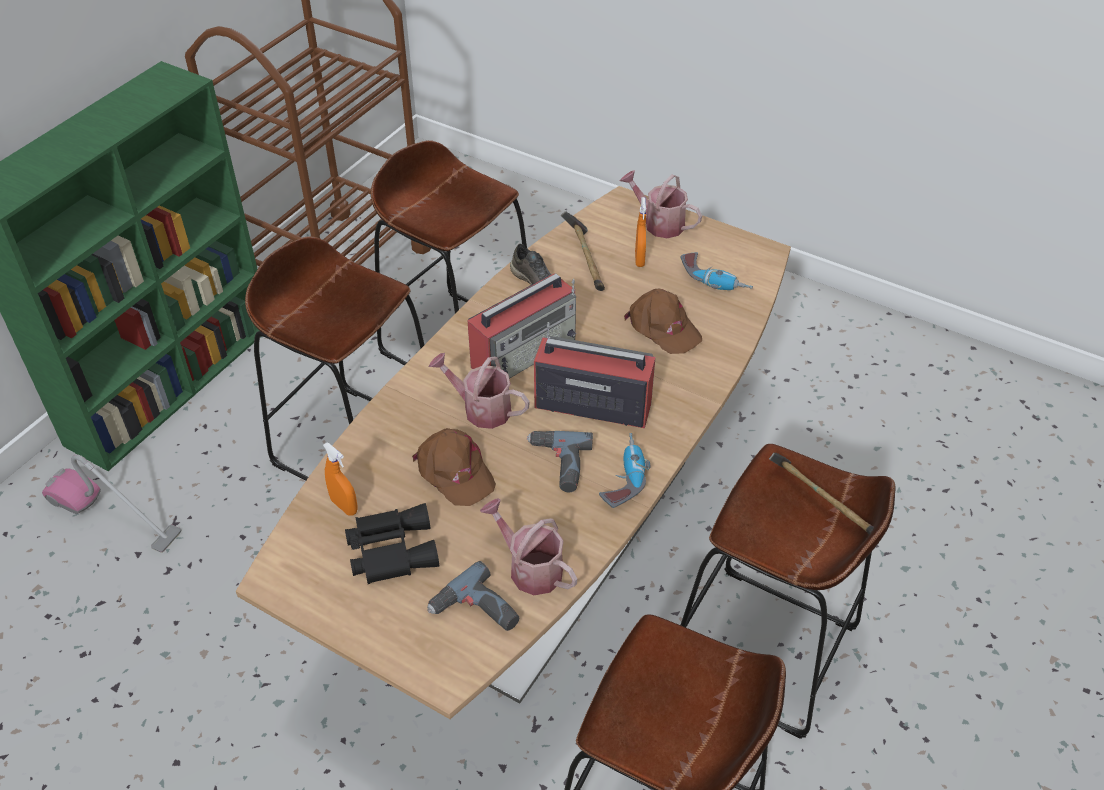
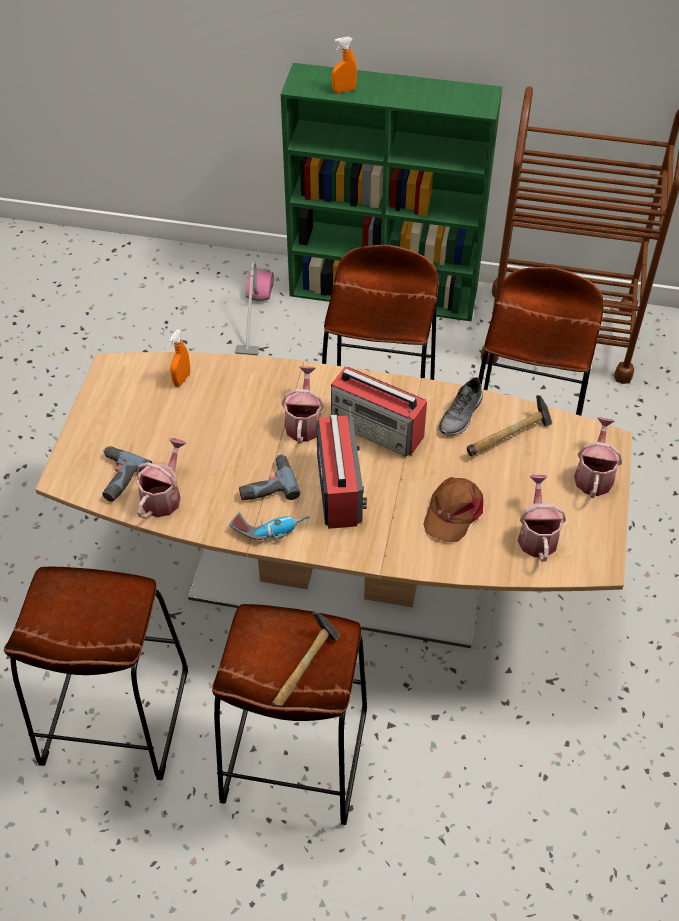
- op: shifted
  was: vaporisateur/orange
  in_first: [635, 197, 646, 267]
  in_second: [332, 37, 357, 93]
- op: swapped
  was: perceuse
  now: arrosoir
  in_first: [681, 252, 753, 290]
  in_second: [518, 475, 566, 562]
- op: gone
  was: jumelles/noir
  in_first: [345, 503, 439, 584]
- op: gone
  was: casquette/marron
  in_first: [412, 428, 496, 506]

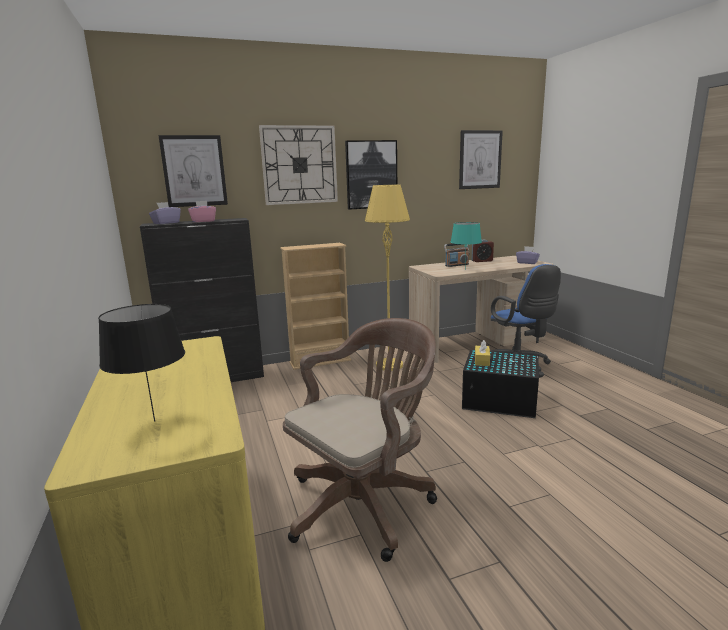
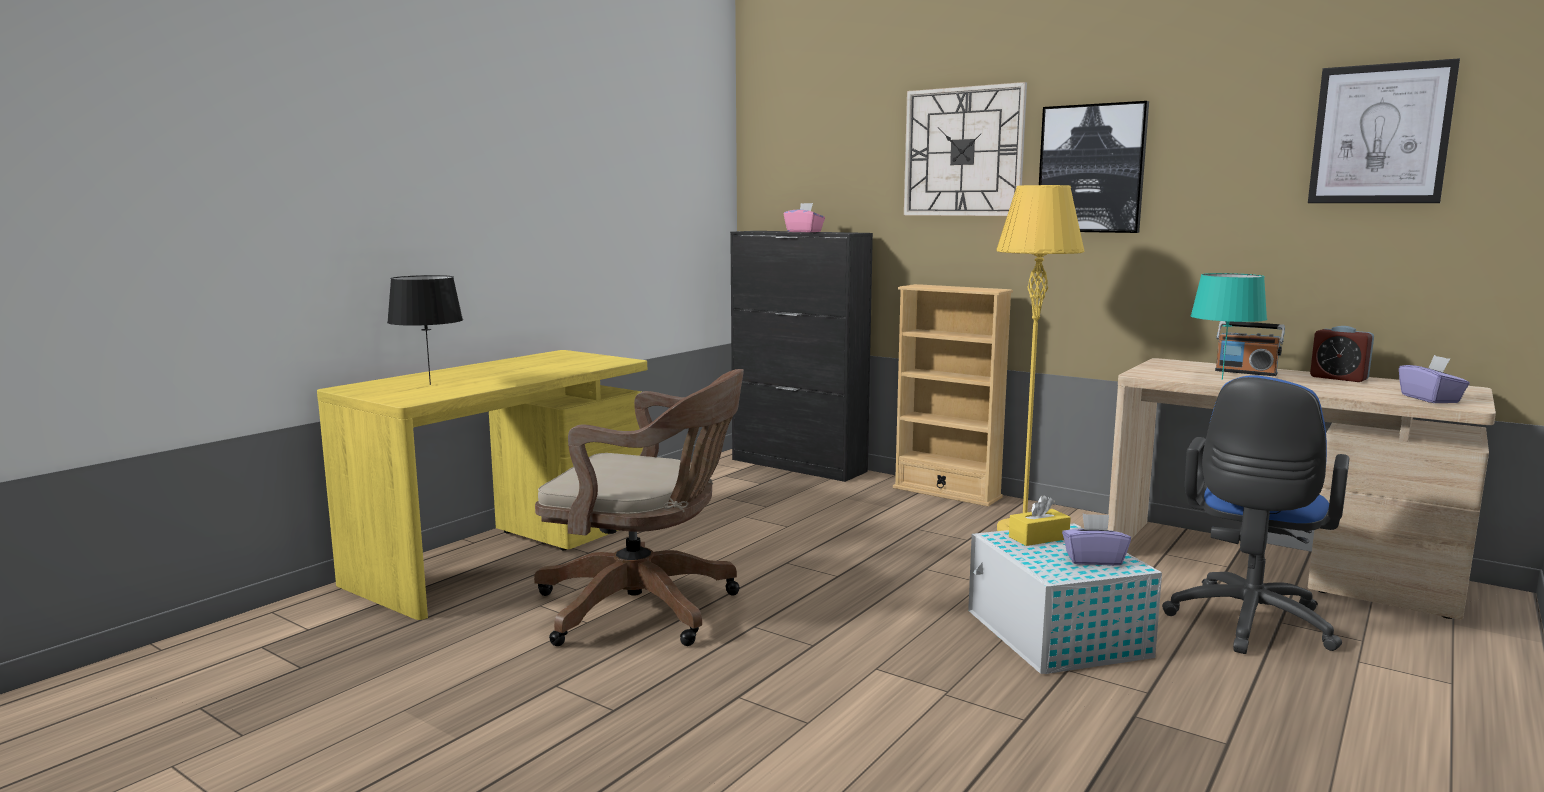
- op: repainted
  was: boîte de rangement/noir
  now: boîte de rangement/blanc
  in_first: [462, 350, 539, 418]
  in_second: [968, 523, 1162, 674]
- op: shifted
  was: boîte à mouchoirs/violet
  in_first: [149, 202, 181, 224]
  in_second: [1062, 514, 1131, 566]
- op: gone
  was: tableau
  in_first: [158, 135, 228, 207]

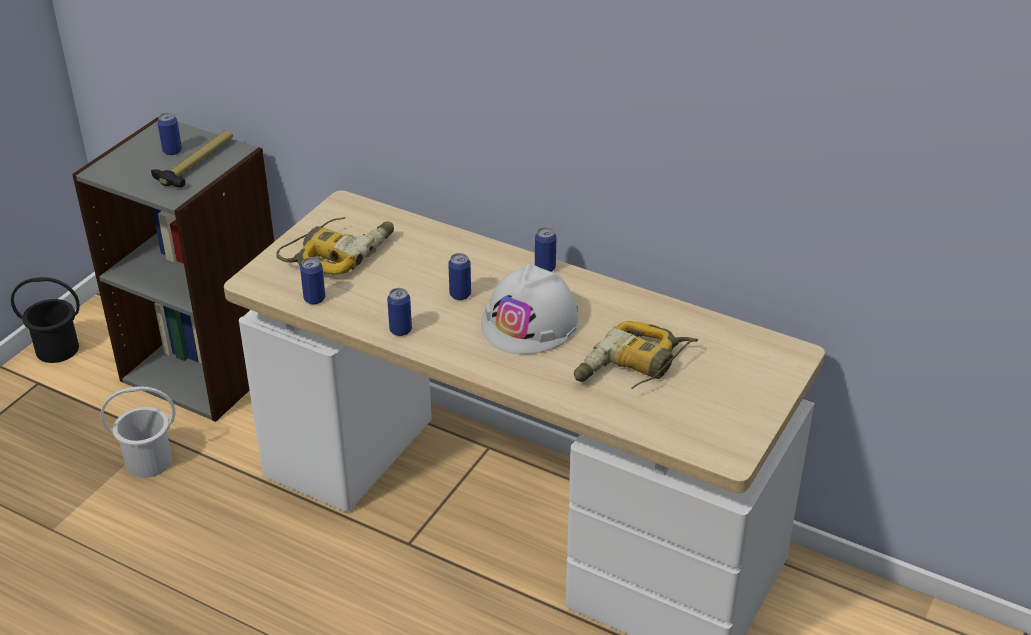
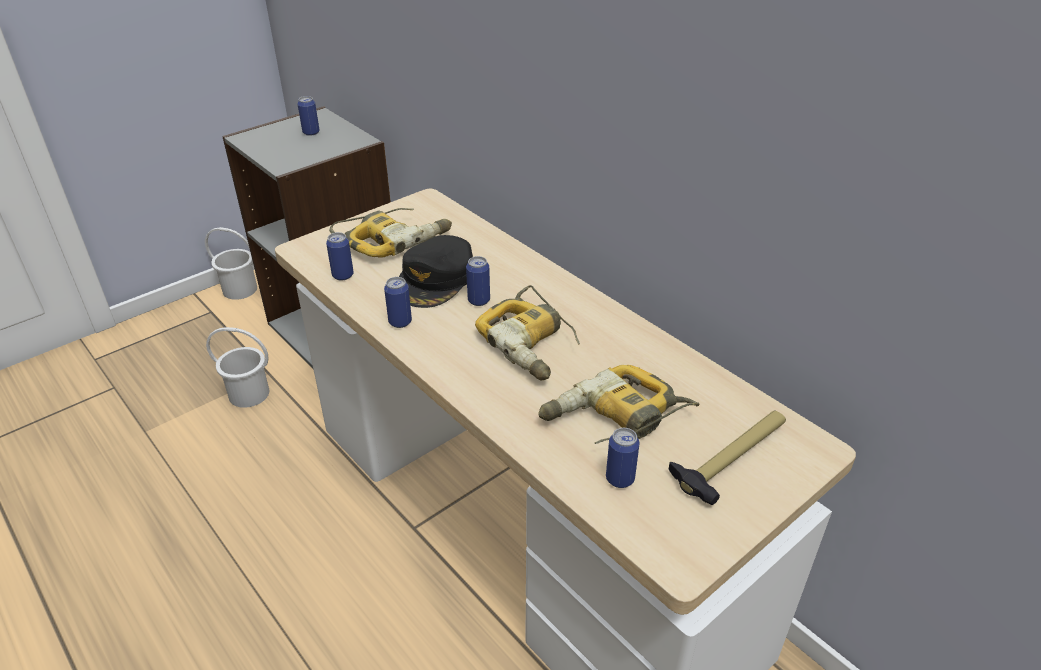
- op: repainted
  was: seau/noir
  now: seau/blanc
  in_first: [11, 277, 80, 363]
  in_second: [205, 227, 257, 300]
- op: new
  now: casquette/noir
  in_second: [399, 235, 473, 308]
- op: swapped
  was: casque de chantier/blanc
  now: perceuse
  in_first: [481, 264, 579, 354]
  in_second: [475, 285, 580, 380]
- op: shifted
  was: boîte métallique
  in_first: [535, 227, 556, 272]
  in_second: [606, 428, 640, 488]
- op: shifted
  was: marteau
  in_first: [151, 131, 233, 187]
  in_second: [669, 410, 786, 505]

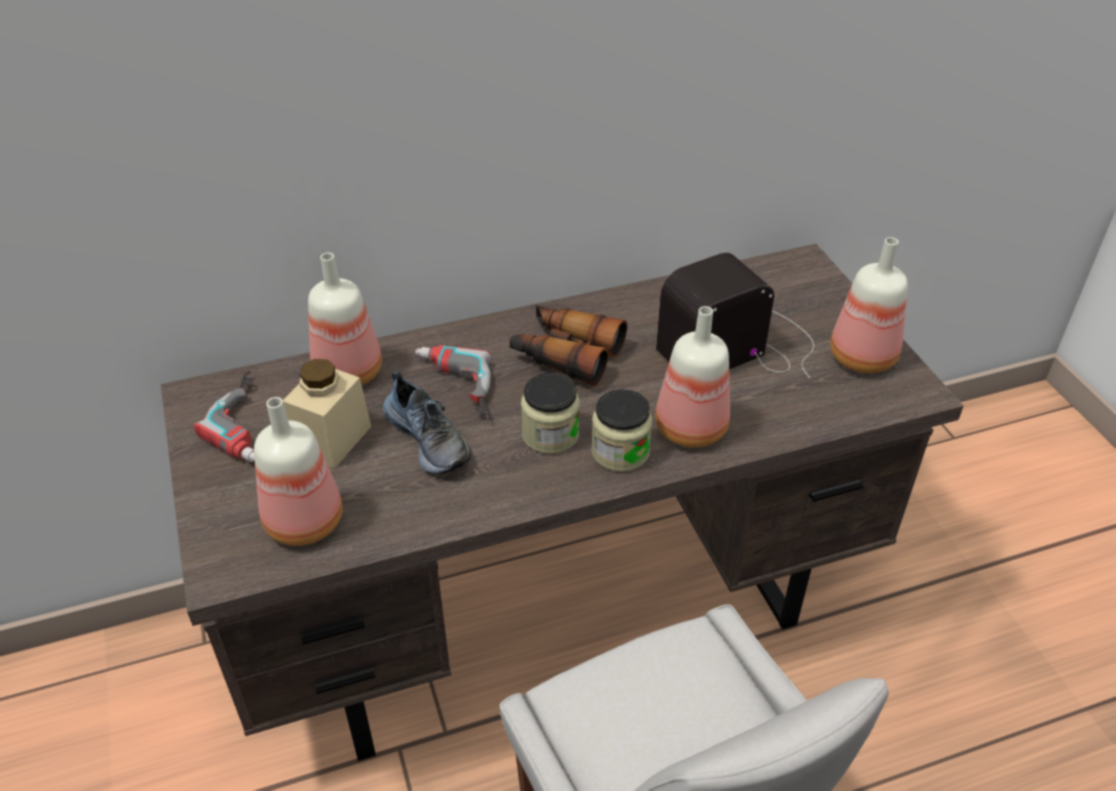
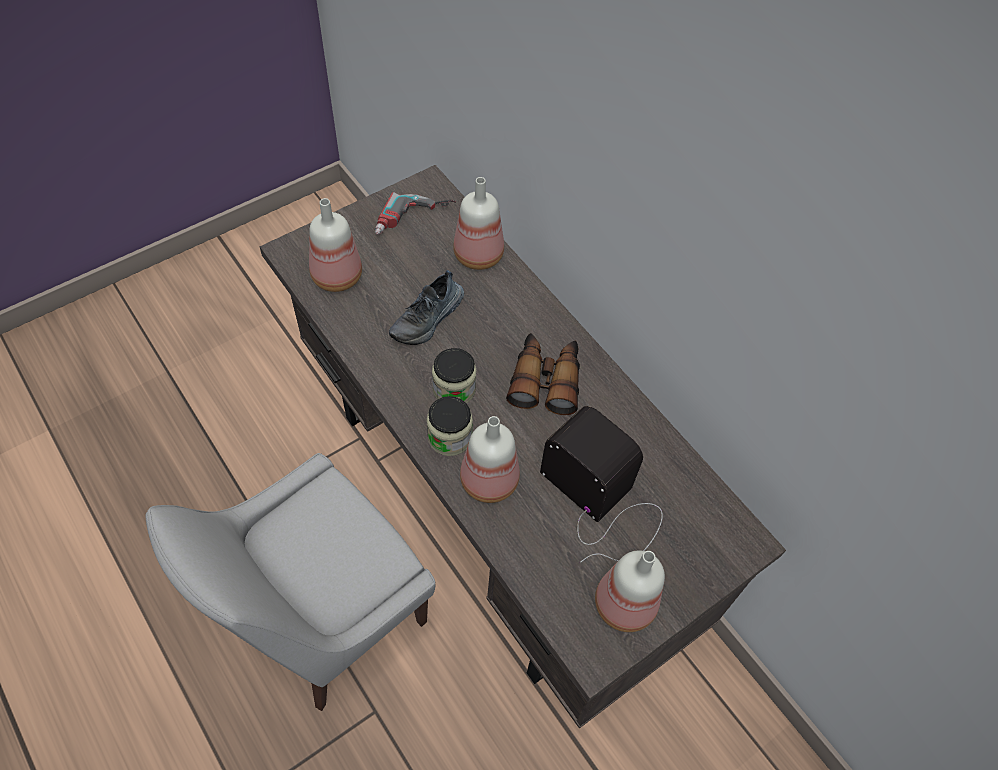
- op: gone
  was: bocal/beige
  in_first: [283, 359, 371, 469]
- op: gone
  was: perceuse
  in_first: [415, 345, 492, 421]

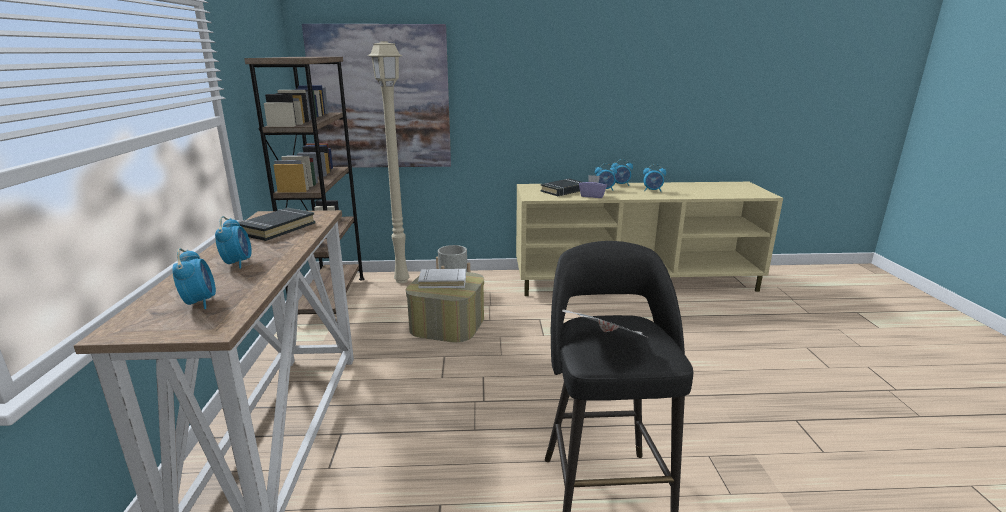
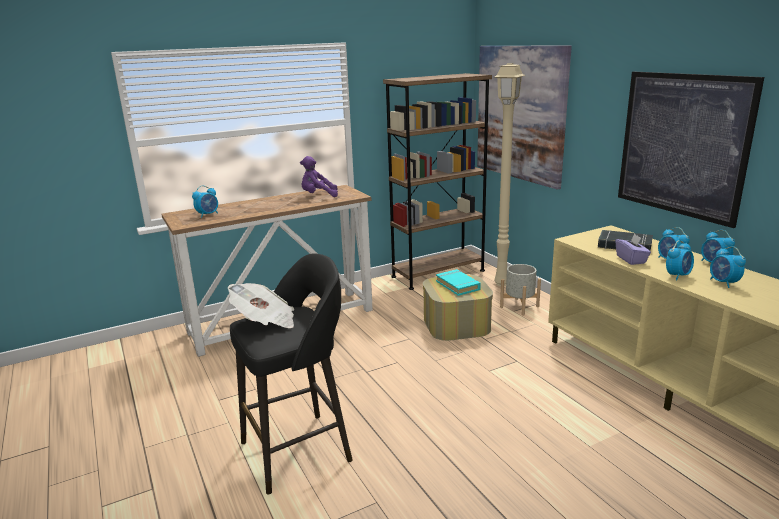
- op: swapped
  was: livre/noir
  now: peluche/violet
  in_first: [239, 208, 316, 241]
  in_second: [300, 156, 338, 197]
- op: repainted
  was: livre/blanc
  now: livre/turquoise
  in_first: [418, 268, 466, 288]
  in_second: [436, 269, 481, 296]
- op: new
  now: tableau
  in_second: [618, 72, 764, 228]
- op: shifted
  was: réveil
  in_first: [215, 216, 252, 269]
  in_second: [666, 240, 694, 280]

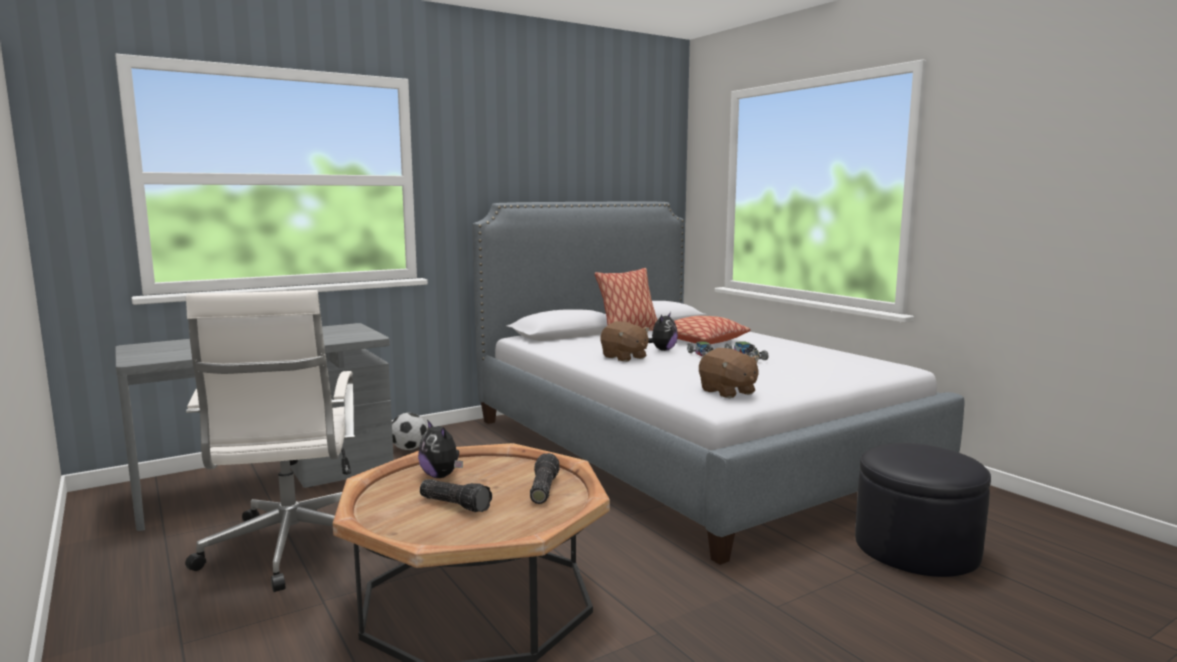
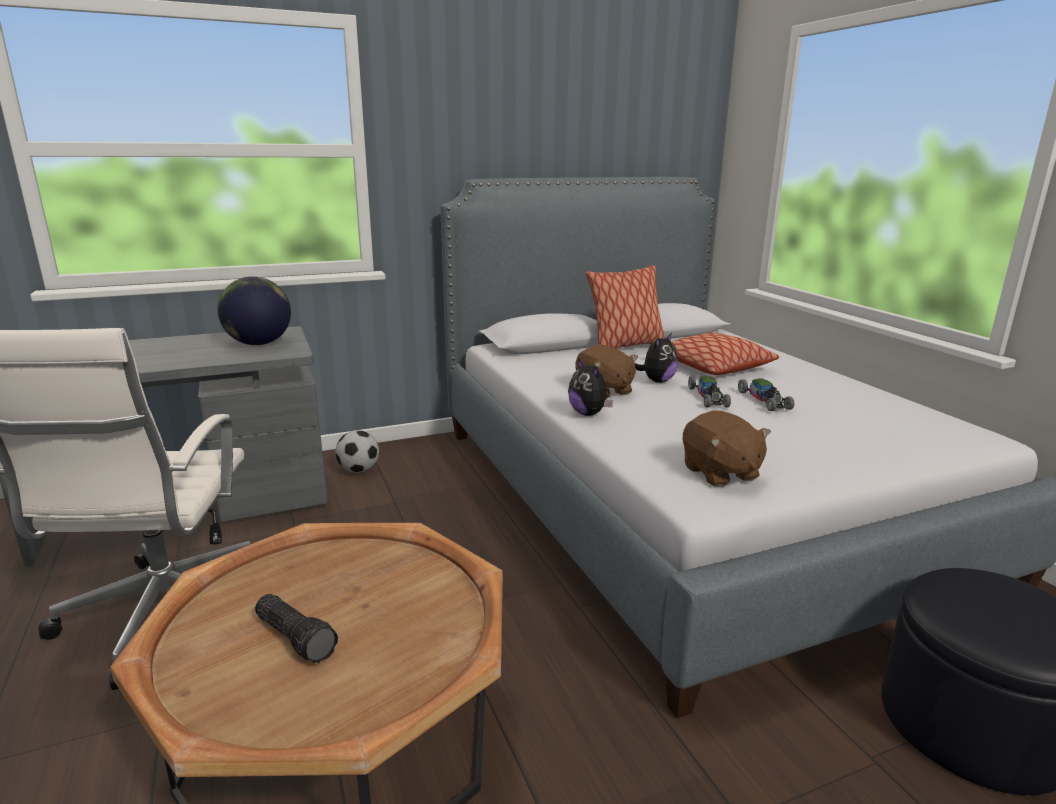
- op: new
  now: globe
  in_second: [218, 276, 291, 345]
- op: shifted
  was: peluche
  in_first: [418, 420, 463, 478]
  in_second: [568, 358, 613, 416]
- op: gone
  was: lampe de poche
  in_first: [530, 453, 560, 504]

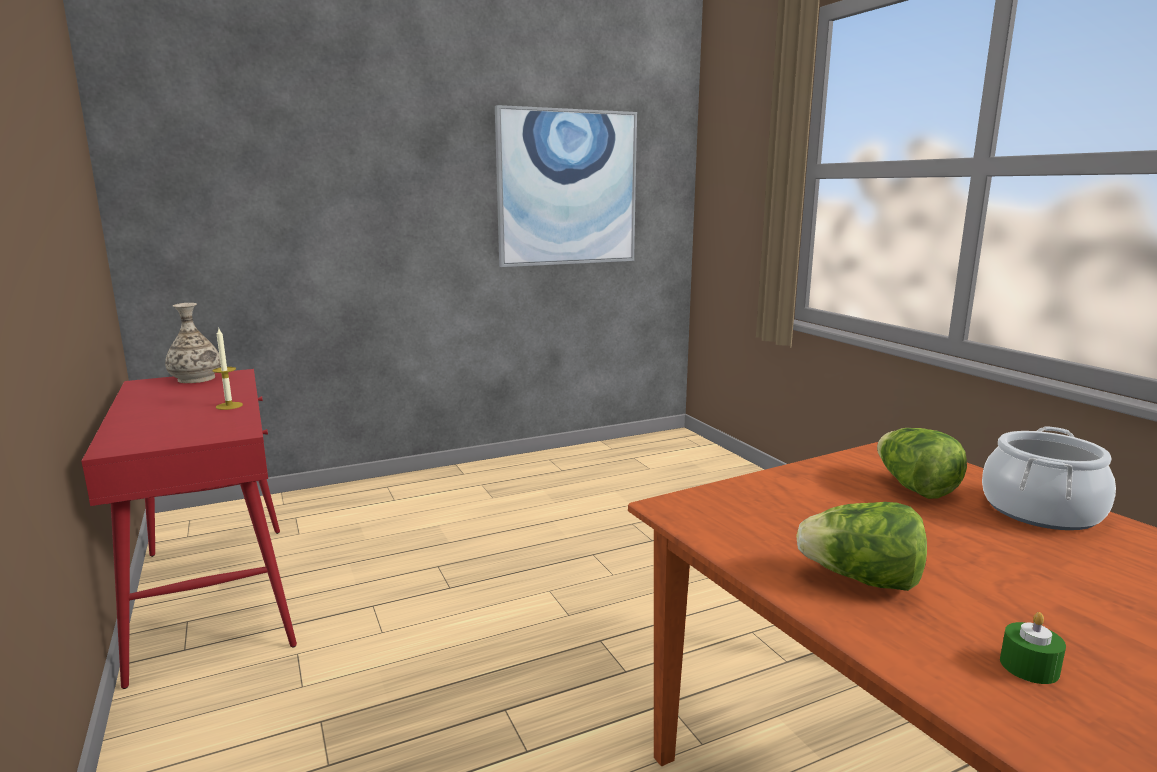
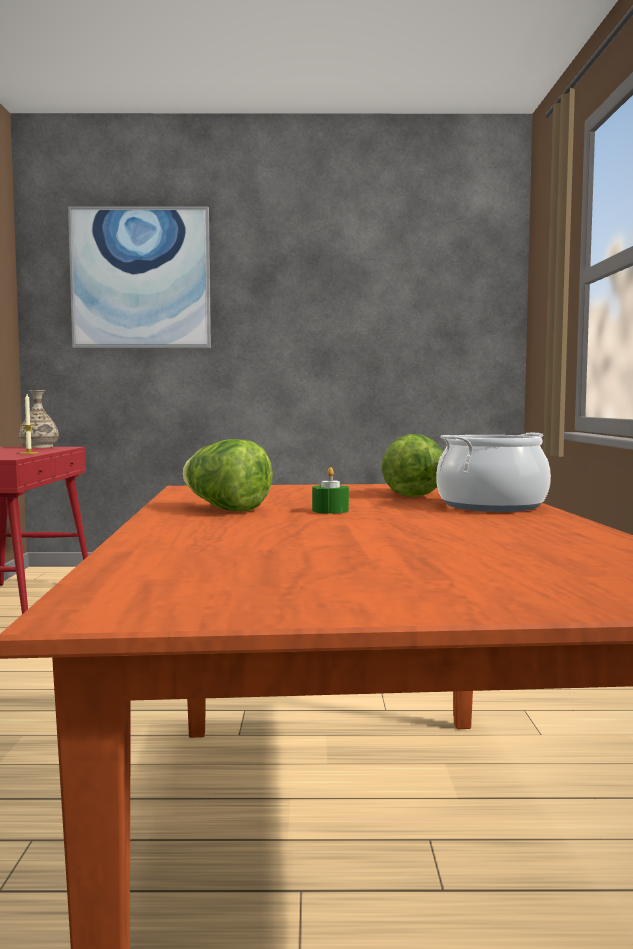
- op: shifted
  was: tableau
  in_first: [495, 105, 637, 267]
  in_second: [68, 206, 211, 348]
- op: shifted
  was: bougie/vert
  in_first: [1000, 612, 1066, 684]
  in_second: [312, 467, 349, 514]

